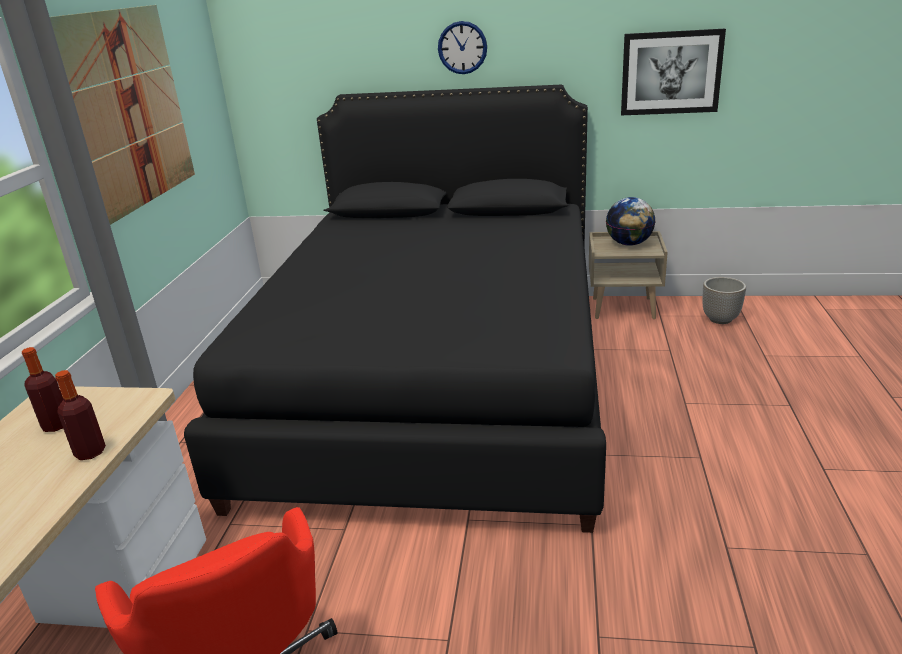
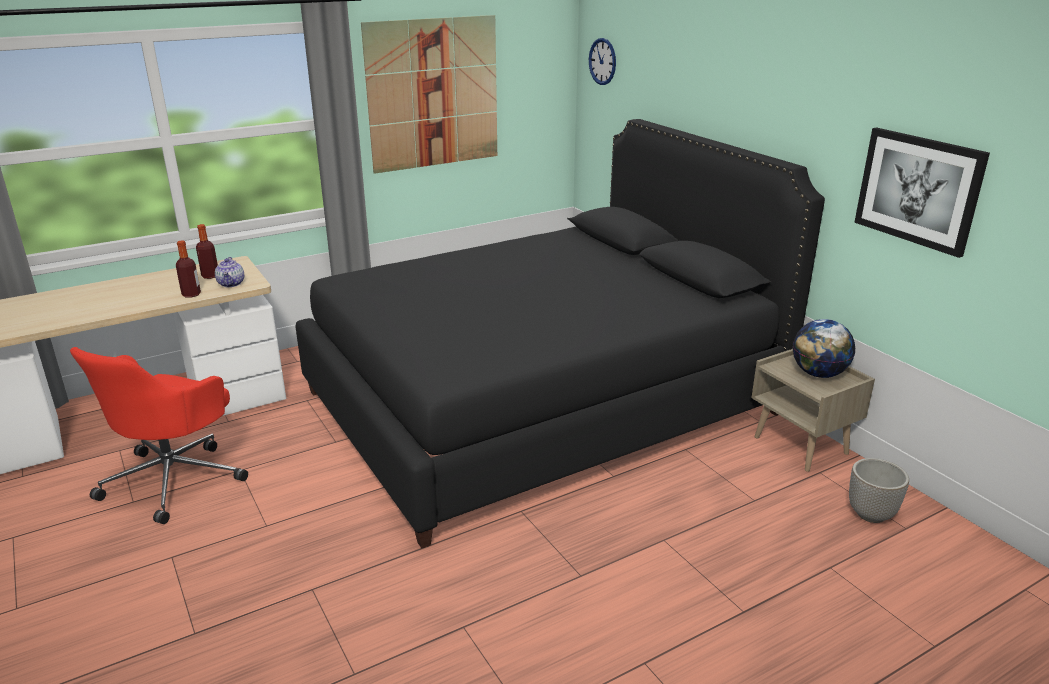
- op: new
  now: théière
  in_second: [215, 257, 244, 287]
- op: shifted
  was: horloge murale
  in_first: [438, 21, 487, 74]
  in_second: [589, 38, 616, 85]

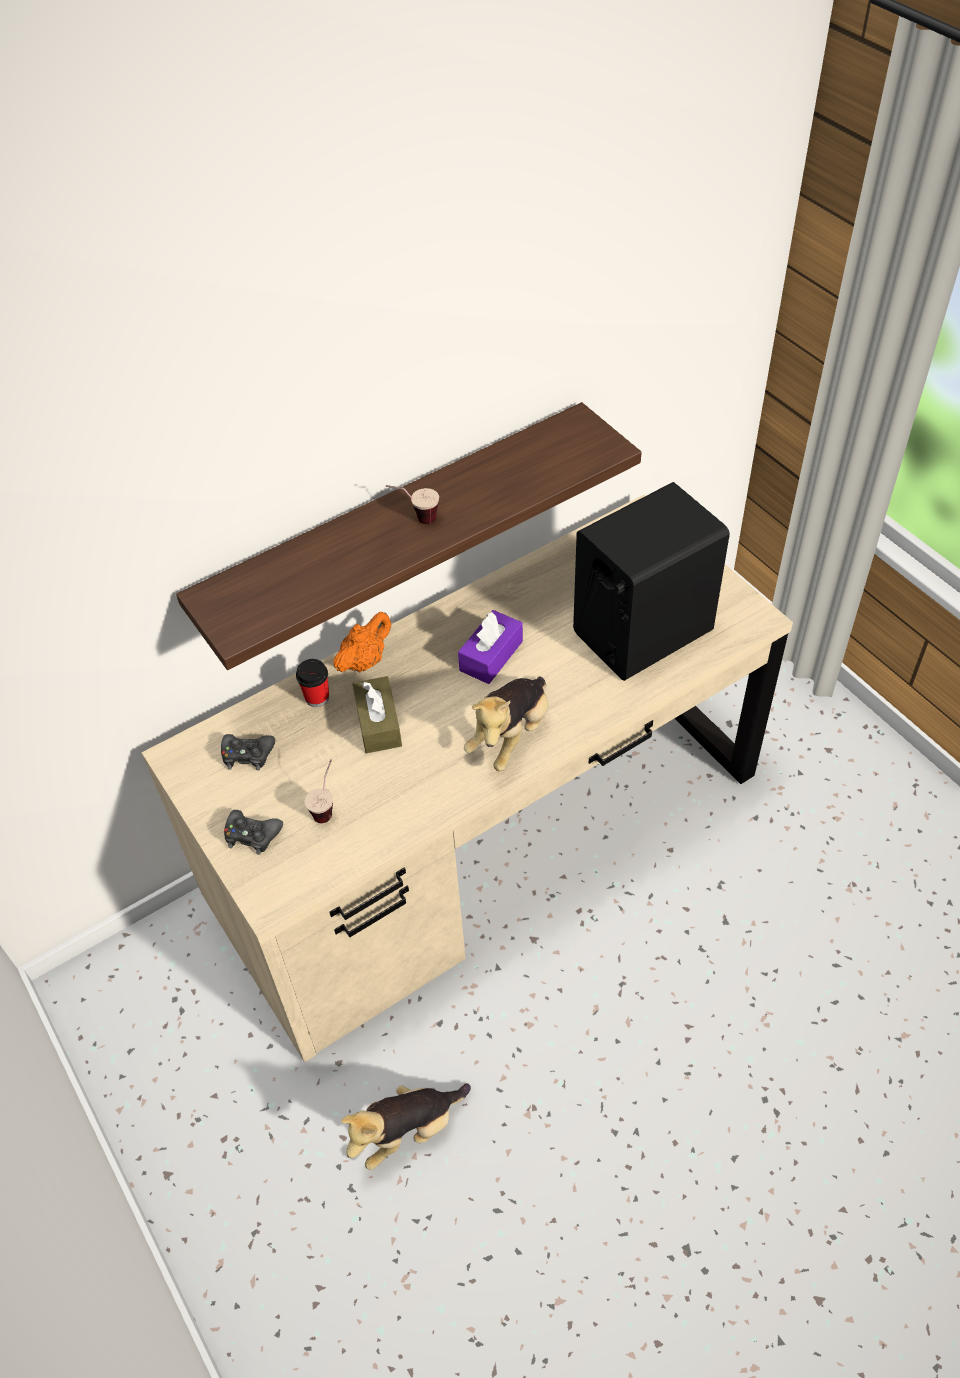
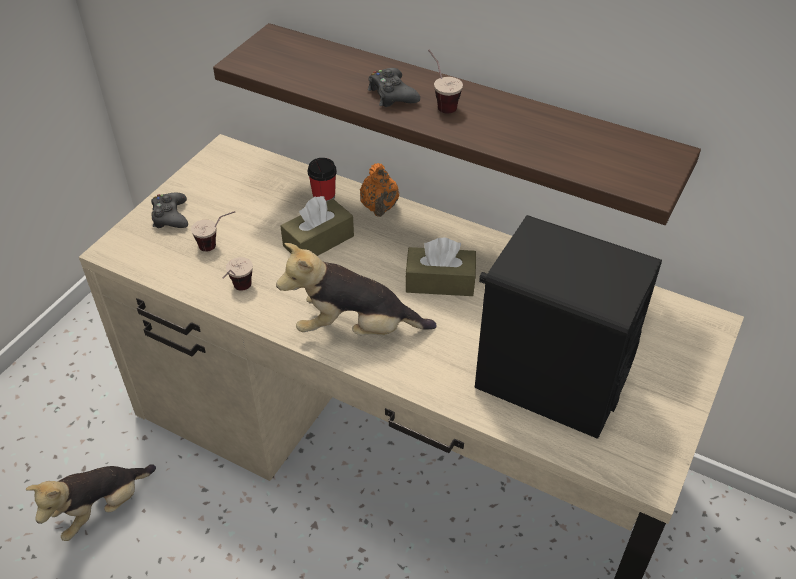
- op: rotated
  was: peluche
  in_first: [341, 1083, 471, 1170]
  in_second: [26, 464, 156, 541]
  clockwise: -75
- op: new
  now: tasse
  in_second: [223, 257, 253, 291]
- op: rotated
  was: théière/orange
  in_first: [333, 612, 391, 672]
  in_second: [360, 163, 399, 217]
  clockwise: 75
- op: shifted
  was: manette/noir
  in_first: [221, 734, 275, 770]
  in_second: [368, 68, 420, 107]
- op: repainted
  was: boîte à mouchoirs/violet
  now: boîte à mouchoirs/marron
  in_first: [458, 610, 523, 684]
  in_second: [406, 238, 476, 296]

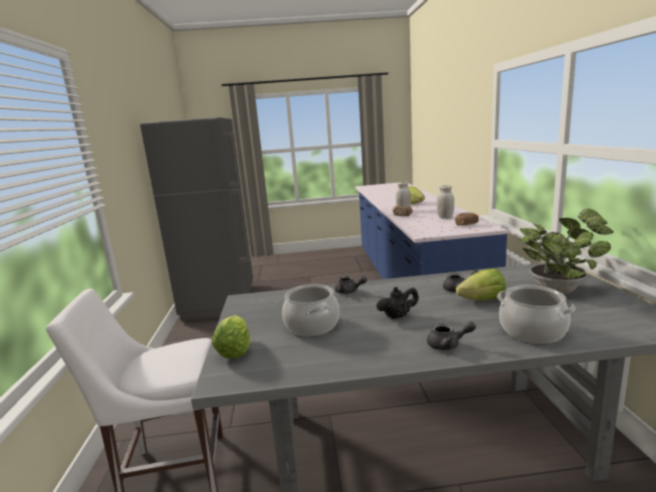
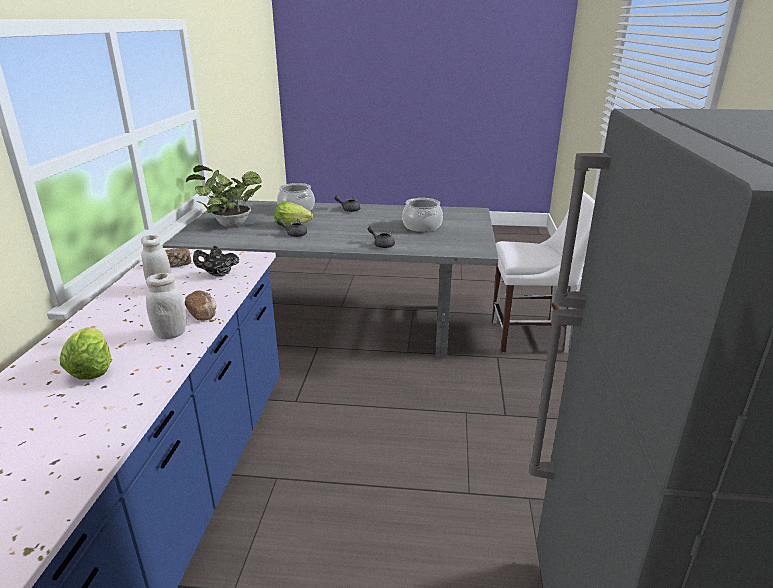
- op: shifted
  was: théière/noir
  in_first: [376, 287, 419, 319]
  in_second: [193, 246, 239, 277]
- op: gone
  was: laitue
  in_first: [212, 315, 250, 359]

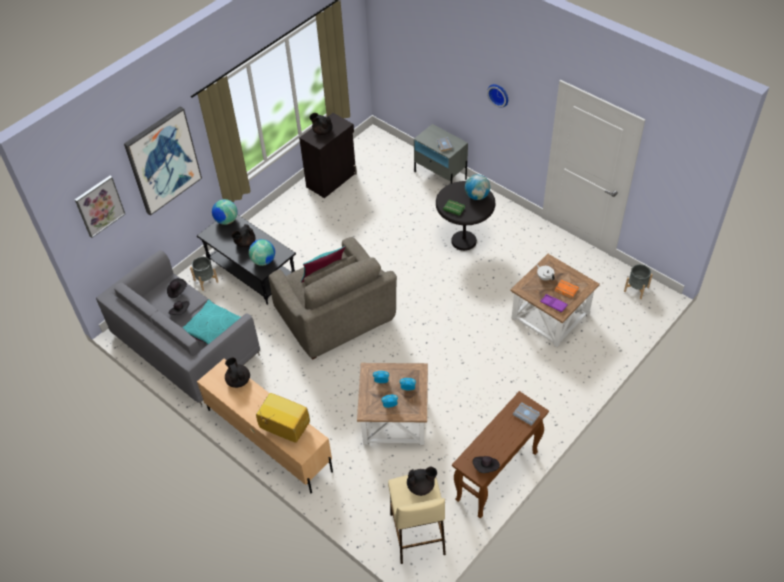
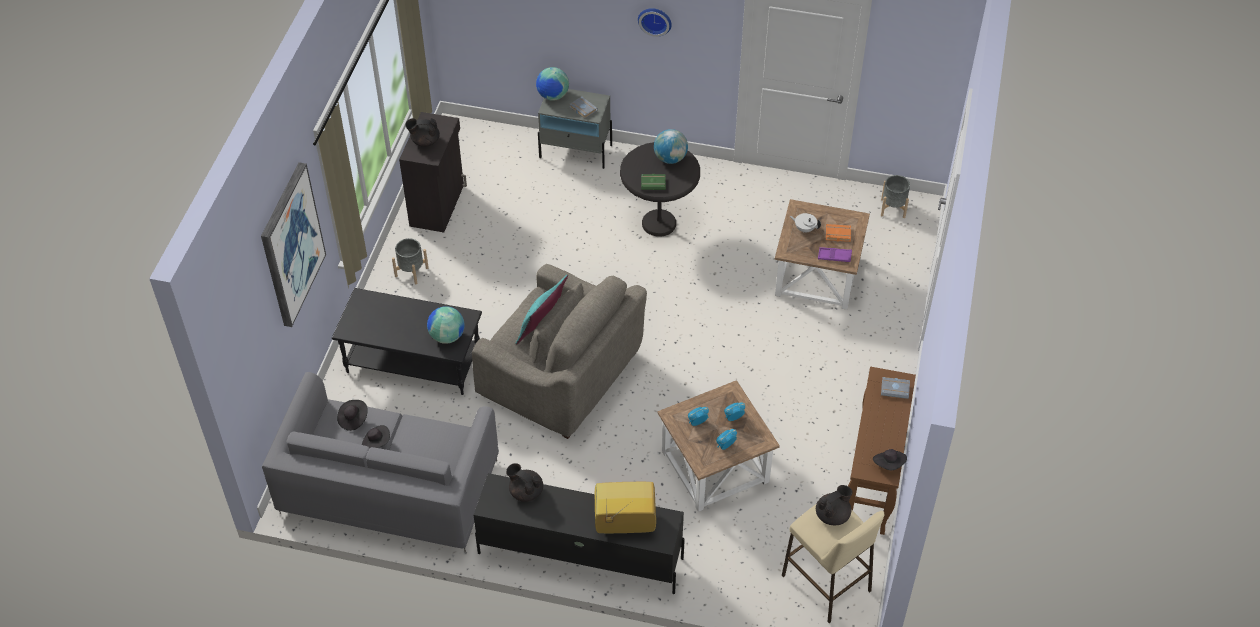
- op: shifted
  was: cache-pot/gris
  in_first: [190, 257, 218, 291]
  in_second: [392, 238, 429, 284]
- op: repainted
  was: meuble télé/beige
  now: meuble télé/noir
  in_first: [197, 359, 333, 494]
  in_second: [474, 473, 685, 594]
- op: shifted
  was: globe
  in_first: [212, 199, 238, 225]
  in_second: [536, 67, 569, 101]
- op: gone
  was: tableau
  in_first: [75, 176, 125, 238]
- op: gone
  was: coussin/turquoise
  in_first: [182, 300, 241, 344]
- op: gone
  was: théière/noir
  in_first: [231, 224, 255, 247]

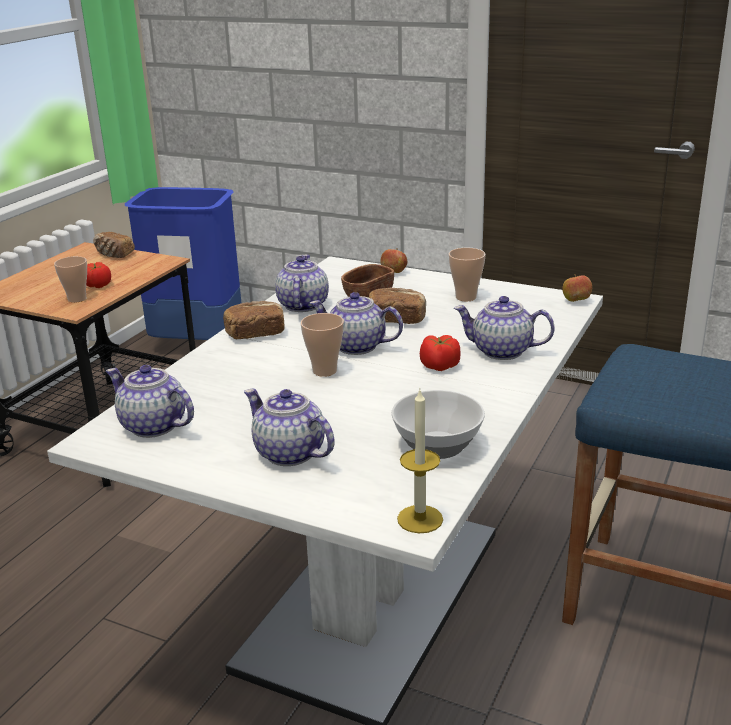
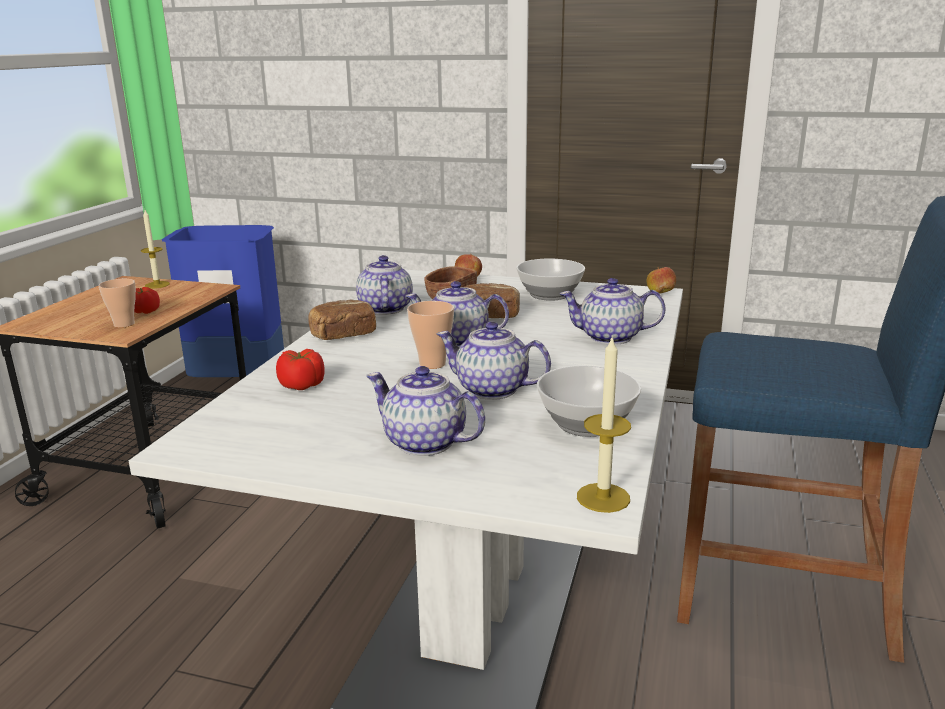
- op: swapped
  was: pain
  now: bougie
  in_first: [93, 232, 135, 258]
  in_second: [141, 210, 170, 289]
- op: shifted
  was: tomate
  in_first: [420, 335, 460, 371]
  in_second: [276, 349, 325, 390]
- op: shifted
  was: théière
  in_first: [106, 365, 194, 438]
  in_second: [437, 321, 551, 400]
- op: swapped
  was: tasse
  now: bol
  in_first: [449, 248, 486, 301]
  in_second: [516, 258, 585, 301]

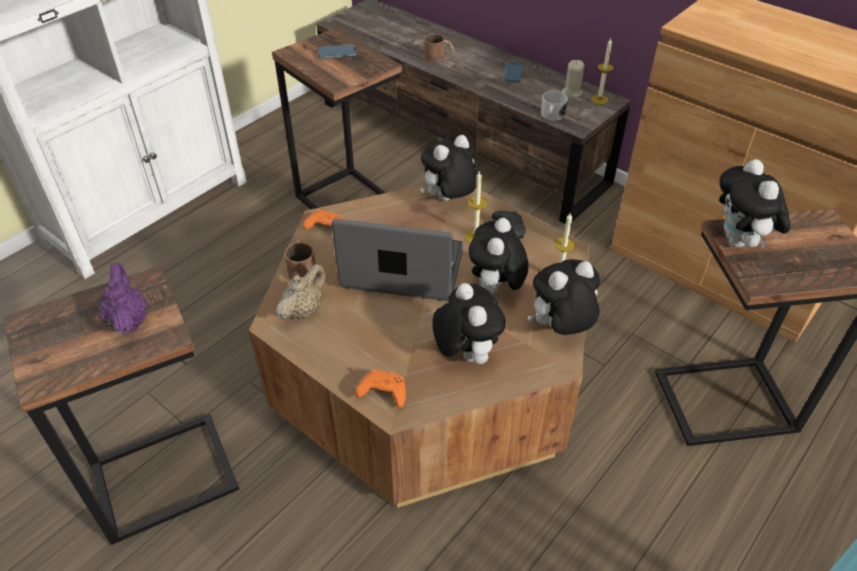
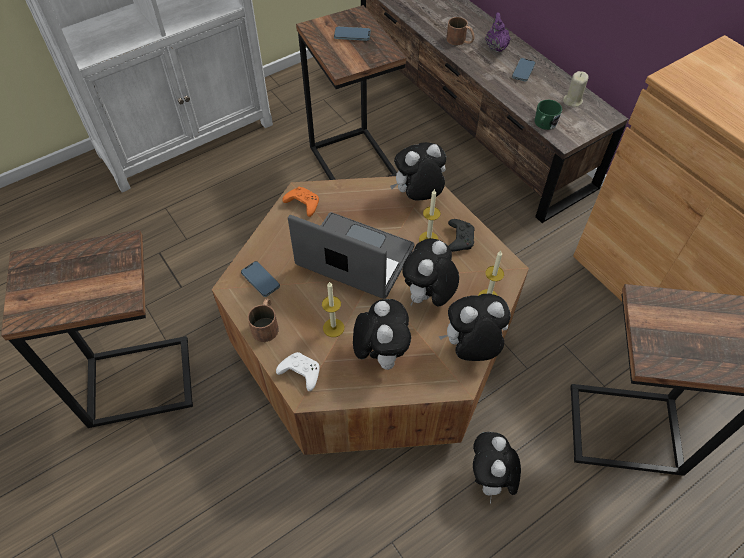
- op: swapped
  was: théière/beige
  now: téléphone
  in_first: [276, 264, 326, 320]
  in_second: [241, 261, 280, 297]
- op: shifted
  was: mug/marron
  in_first: [285, 239, 316, 279]
  in_second: [248, 298, 279, 342]
- op: repainted
  was: manette/orange
  now: manette/blanc
  in_first: [355, 369, 406, 408]
  in_second: [276, 352, 320, 391]
- op: shifted
  was: bougie
  in_first: [591, 39, 613, 104]
  in_second: [322, 281, 344, 337]
- op: shifted
  was: peluche
  in_first: [719, 159, 790, 249]
  in_second: [473, 432, 521, 503]
- op: shifted
  was: théière/violet
  in_first: [99, 263, 147, 335]
  in_second: [485, 12, 511, 52]
- op: repainted
  was: mug/blanc
  now: mug/vert
  in_first: [541, 91, 568, 121]
  in_second: [534, 100, 562, 130]

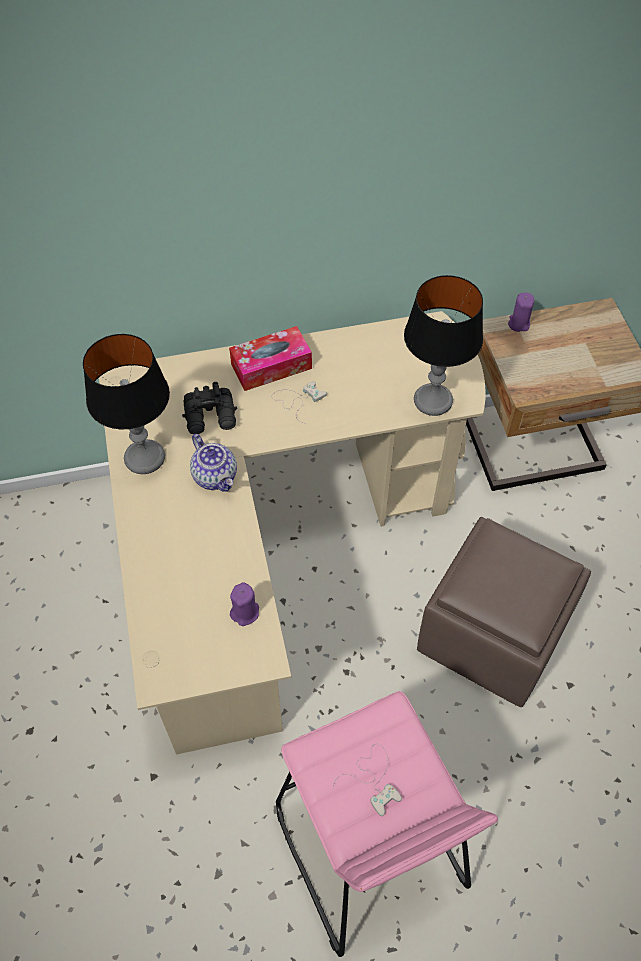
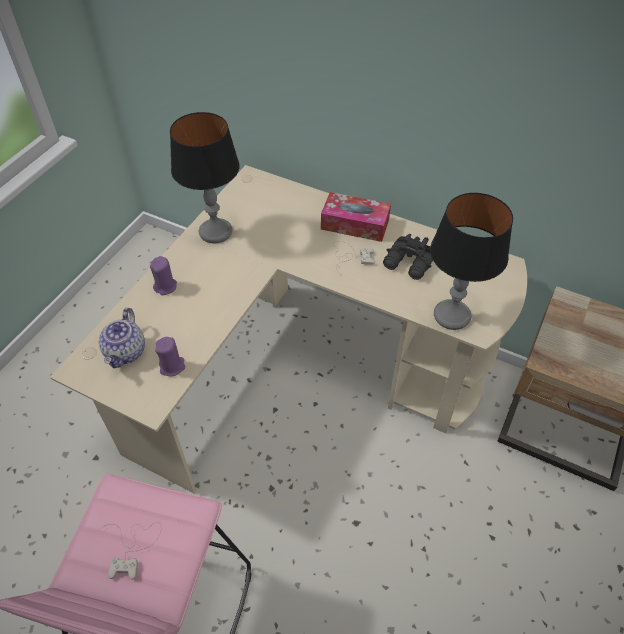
- op: shifted
  was: théière
  in_first: [190, 434, 237, 492]
  in_second: [99, 308, 145, 368]
- op: shifted
  was: bougie/violet
  in_first: [508, 292, 534, 332]
  in_second: [150, 256, 177, 295]
- op: shifted
  was: jumelles/noir
  in_first: [182, 382, 237, 434]
  in_second: [383, 234, 433, 280]
- op: gone
  was: pouf/marron
  in_first: [417, 517, 591, 707]

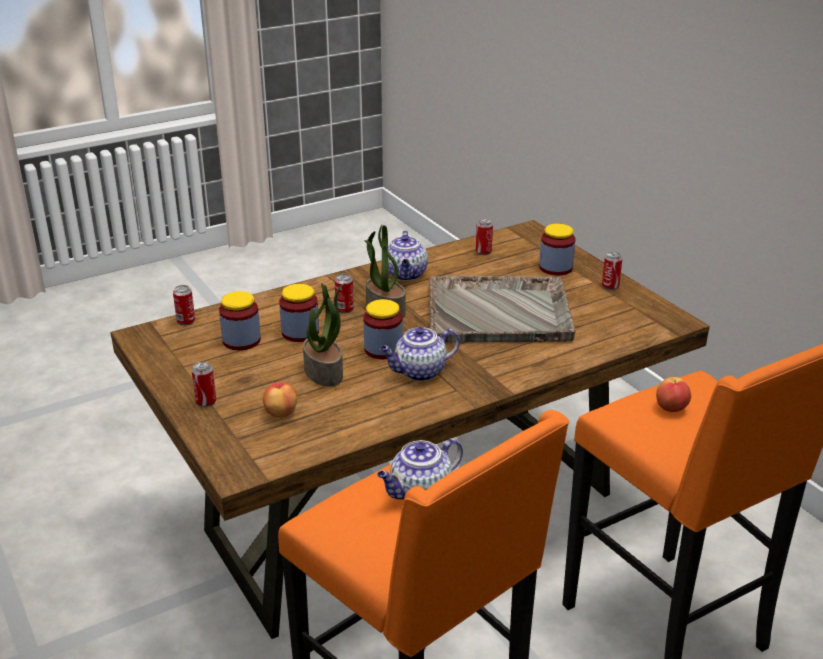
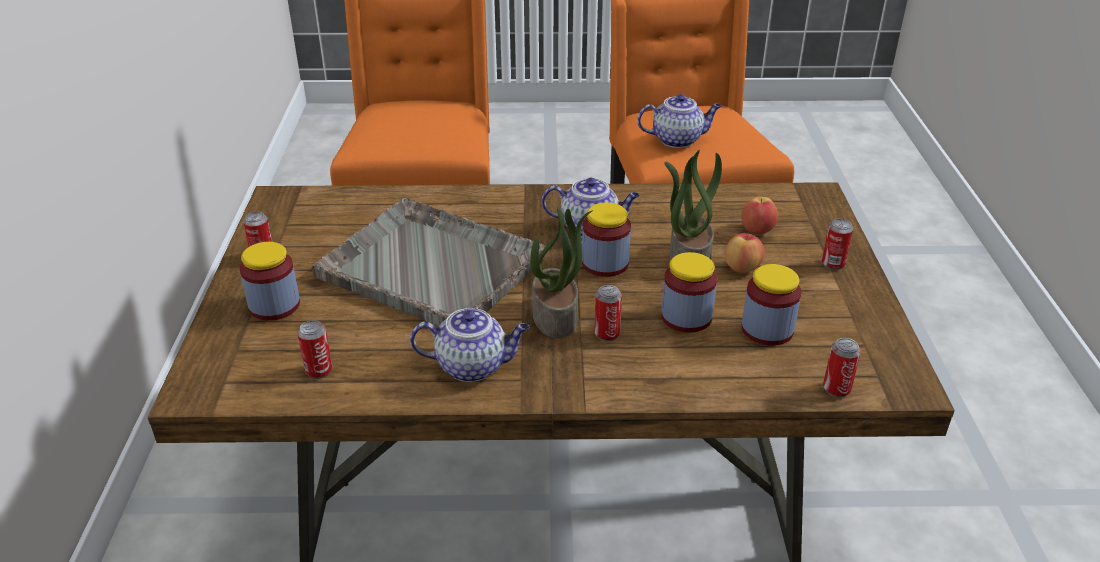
- op: rotated
  was: théière
  in_first: [388, 231, 428, 281]
  in_second: [410, 308, 530, 382]
  clockwise: 60
- op: shifted
  was: pomme
  in_first: [656, 377, 691, 412]
  in_second: [724, 233, 765, 273]

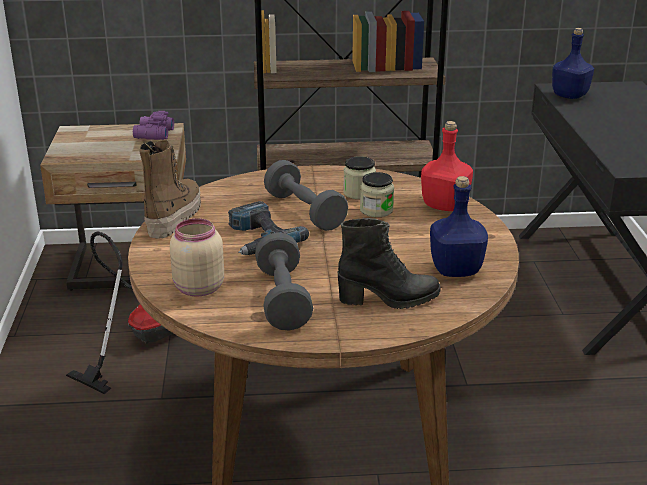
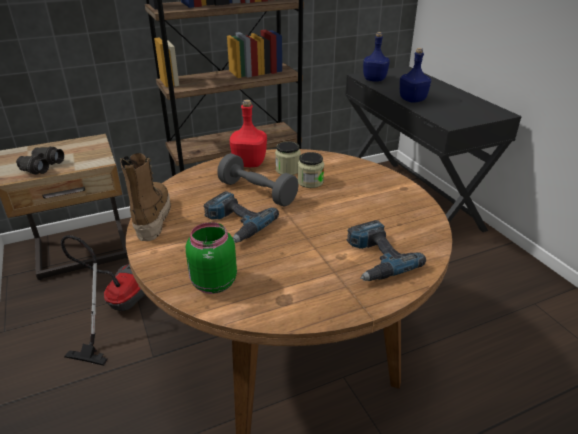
- op: new
  now: jumelles/noir
  in_second: [16, 147, 64, 175]
- op: repainted
  was: bocal/beige
  now: bocal/vert
  in_first: [170, 218, 224, 297]
  in_second: [186, 222, 237, 294]
- op: shifted
  was: bouteille/rouge
  in_first: [421, 121, 473, 211]
  in_second: [230, 99, 267, 167]
- op: swapped
  was: botte/noir
  now: perceuse
  in_first: [338, 218, 440, 309]
  in_second: [346, 220, 426, 281]
- op: shifted
  was: bouteille/bleu
  in_first: [430, 176, 488, 277]
  in_second: [400, 48, 431, 103]
- op: gone
  was: jumelles/violet
  in_first: [133, 111, 174, 140]
- op: gone
  was: haltère/gris
  in_first: [255, 232, 313, 331]

